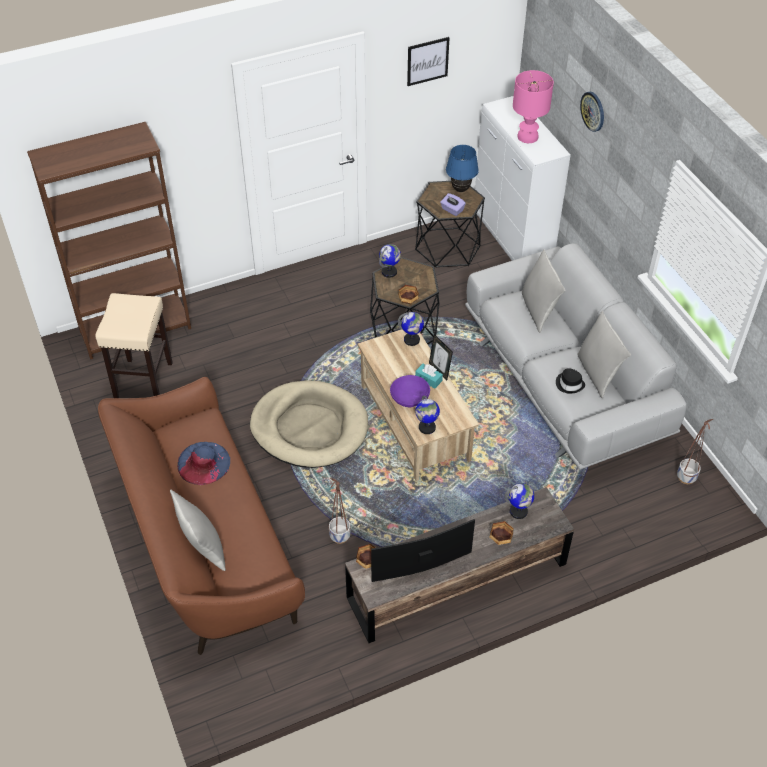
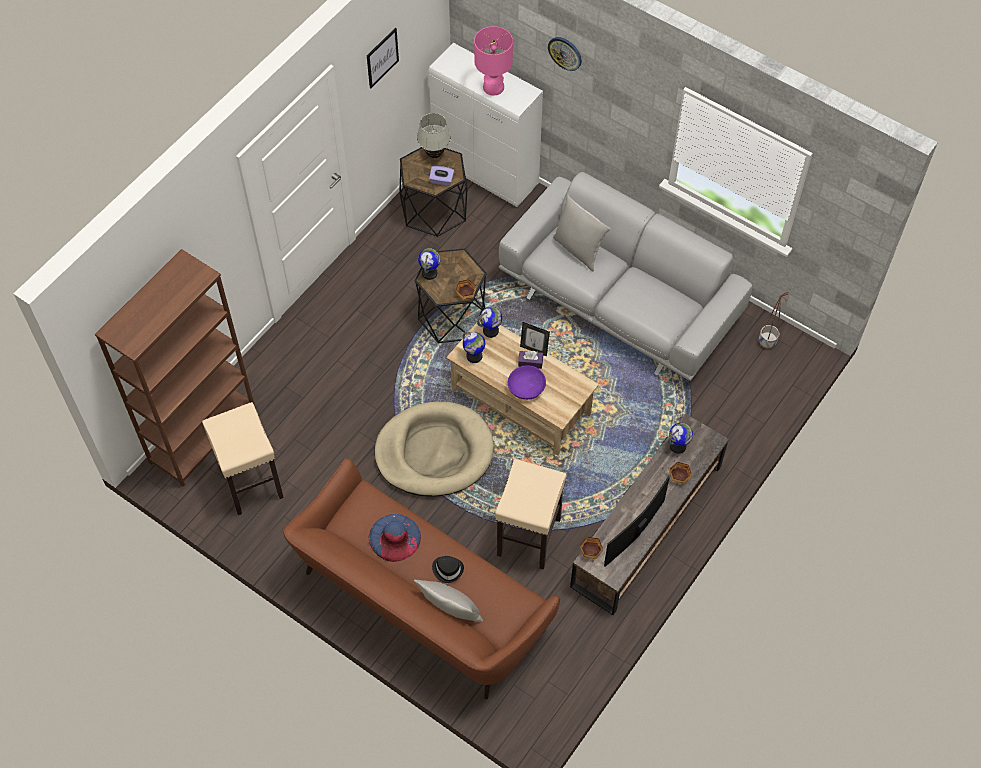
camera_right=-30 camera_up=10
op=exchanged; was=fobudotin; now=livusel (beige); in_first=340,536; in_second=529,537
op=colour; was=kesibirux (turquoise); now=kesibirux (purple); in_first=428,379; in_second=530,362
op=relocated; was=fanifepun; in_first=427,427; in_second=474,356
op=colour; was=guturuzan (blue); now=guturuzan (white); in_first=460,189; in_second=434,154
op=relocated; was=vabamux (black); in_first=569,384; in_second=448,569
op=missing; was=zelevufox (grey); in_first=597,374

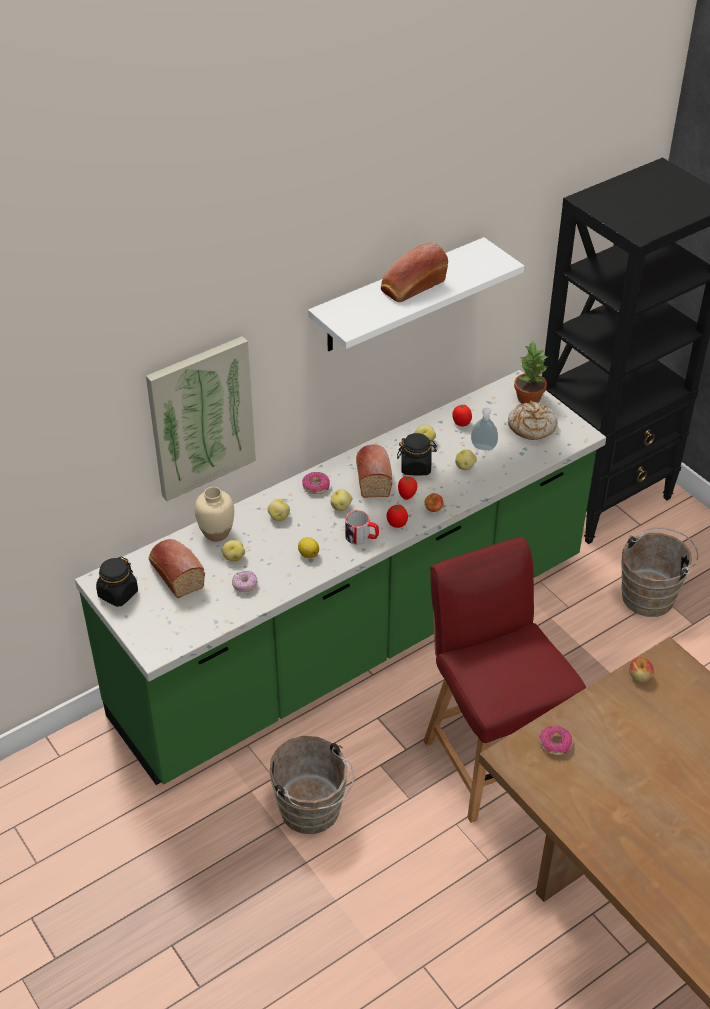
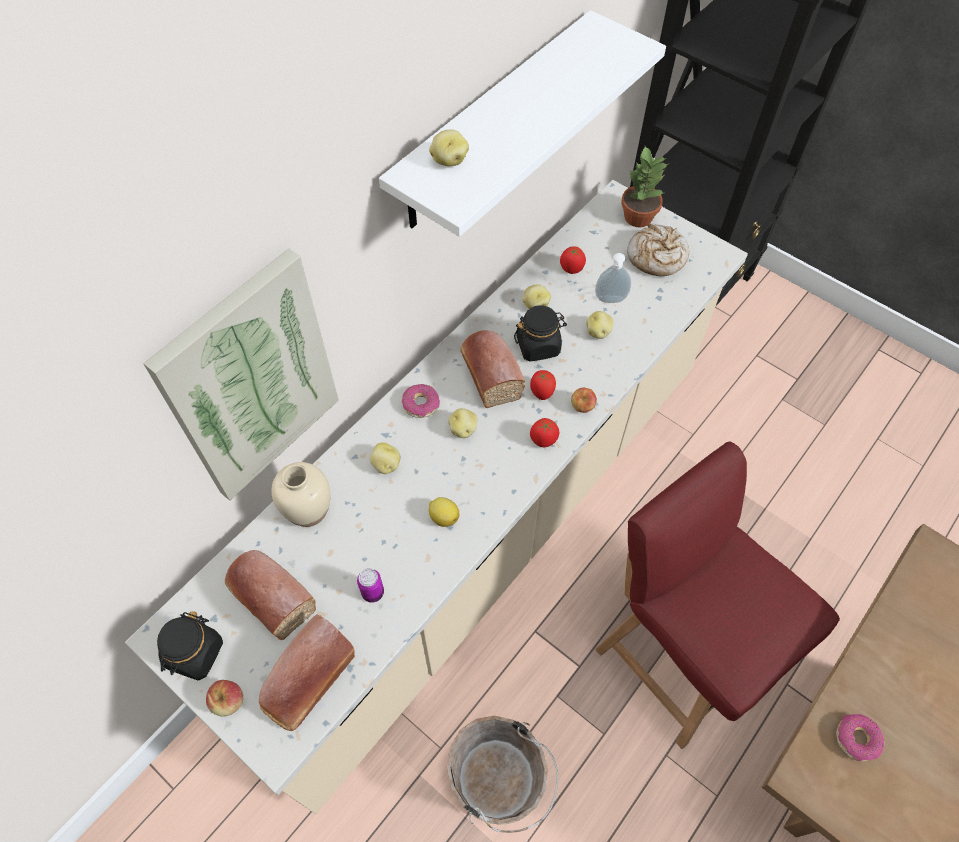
camera_right=-15 camera_up=15
op=colour; was=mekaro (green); now=mekaro (beige); in_first=354,640; in_second=479,532
op=relocated; was=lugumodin; in_first=233,557; in_second=449,160
op=exchanged; was=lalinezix; now=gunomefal; in_first=245,585; in_second=373,592
op=missing; was=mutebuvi; in_first=362,537
op=relocated; was=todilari; in_first=411,287; in_second=307,681
op=missing; was=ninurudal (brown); in_first=651,595
op=relocated; was=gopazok; in_first=639,676; in_second=228,701

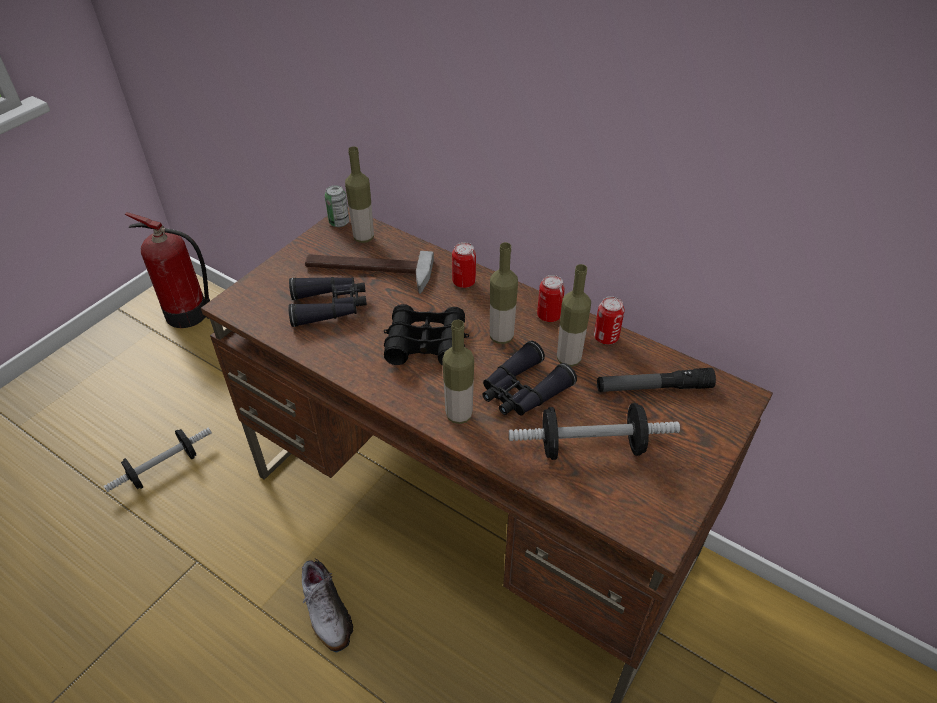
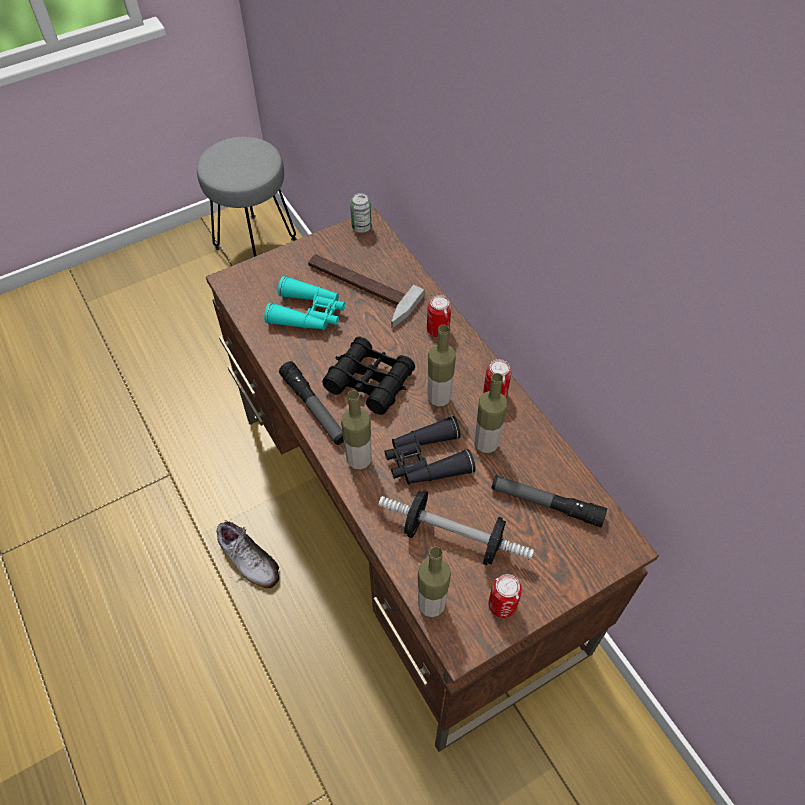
camera_right=25 camera_up=10
op=missing; was=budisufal; in_first=164,468
op=exchanged; was=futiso; now=livusel (grey); in_first=189,314; in_second=256,243
op=colour; was=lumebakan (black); now=lumebakan (turquoise); in_first=329,307; in_second=308,313
op=spun; was=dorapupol; in_first=326,610; in_second=248,559; clockwise=-45
op=relocated; was=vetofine; in_first=364,237; in_second=431,605
op=relocated; was=gunomefal; in_first=606,337; in_second=502,605
op=appeared; now=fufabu; in_second=314,408

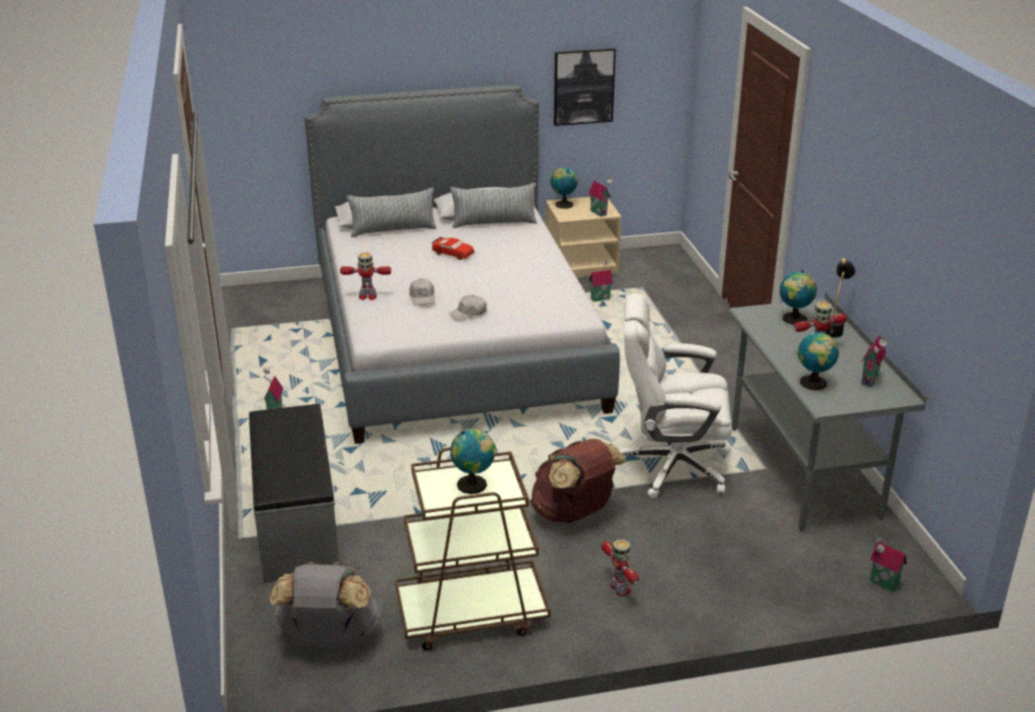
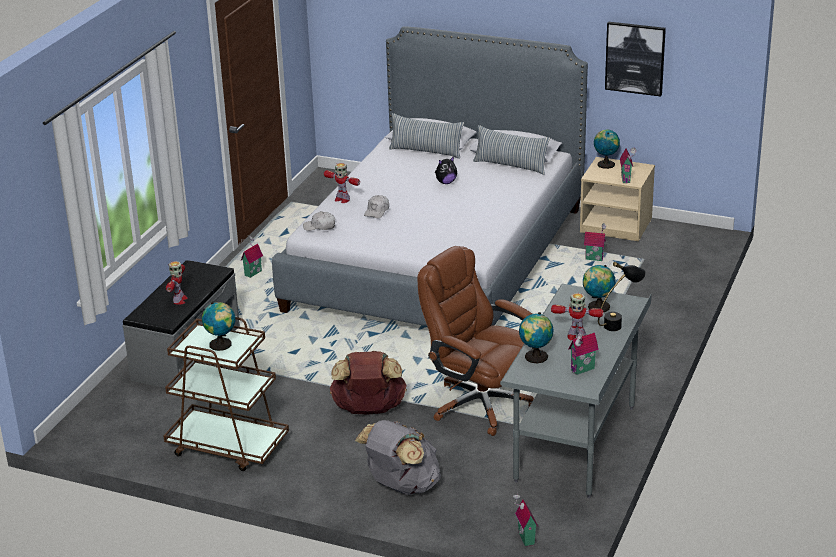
camera_right=35 camera_up=0
op=relocated; was=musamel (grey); in_first=329,640; in_second=401,486
op=exchanged; was=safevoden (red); now=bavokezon; in_first=453,253; in_second=446,182
op=relocated; was=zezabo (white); in_first=468,313; in_second=320,226
op=relocated; was=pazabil; in_first=620,589; in_second=179,300
op=colour; was=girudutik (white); now=girudutik (brown); in_first=671,466; in_second=480,404

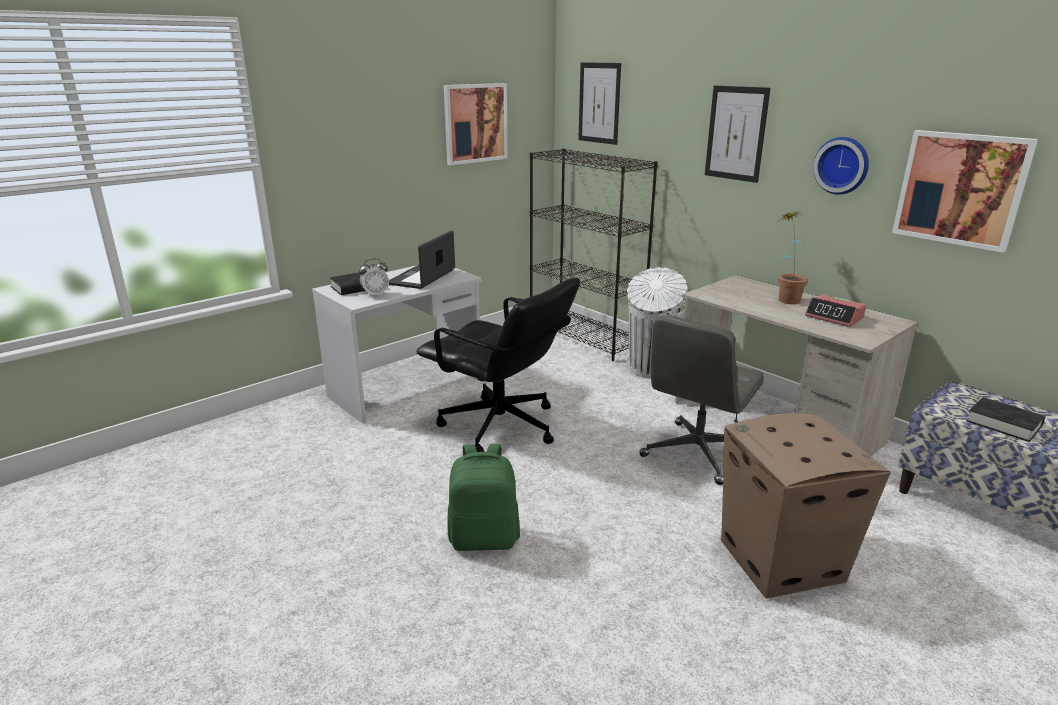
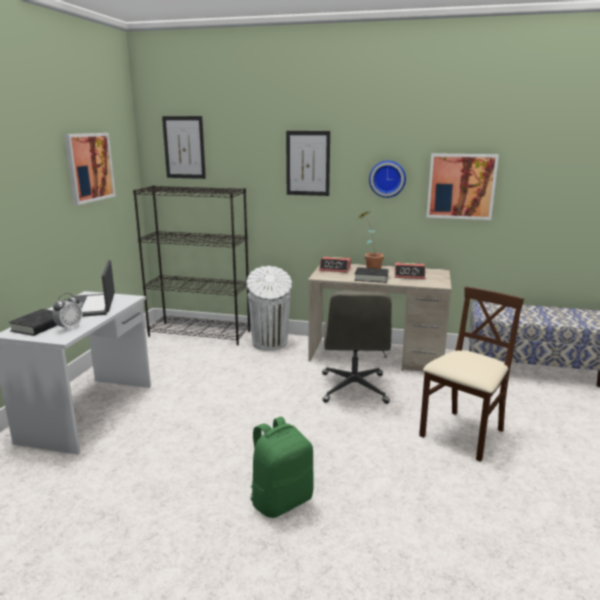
camera_right=-35 camera_up=-5
op=missing; was=girudutik (black); in_first=500,427
op=exchanged; was=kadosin; now=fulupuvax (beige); in_first=782,561; in_second=463,434
op=relocated; was=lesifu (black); in_first=1003,424; in_second=371,278
op=appeared; now=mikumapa; in_second=335,269

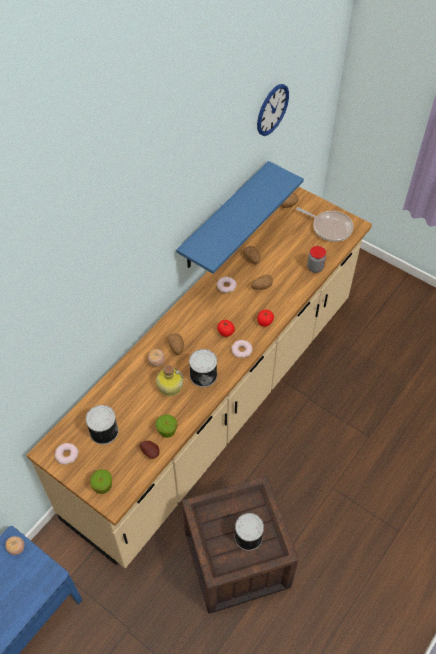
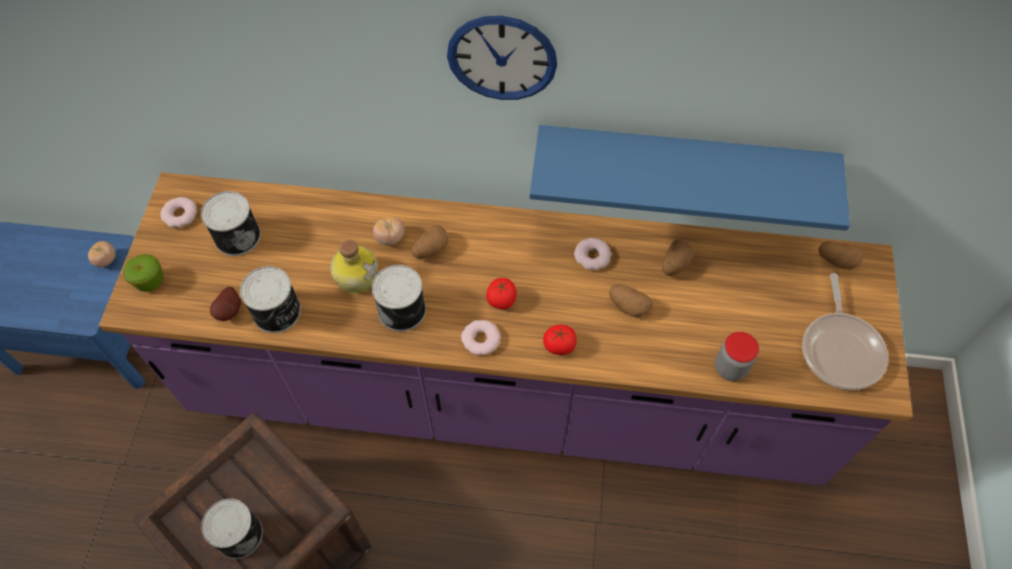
camera_right=60 camera_up=5
op=colour; was=mekaro (beige); now=mekaro (purple); in_first=218,404; in_second=506,396
op=exchanged; was=gopazok; now=gunomefal; in_first=167,430; in_second=277,312
op=relocated; was=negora; in_first=272,109; in_second=502,58

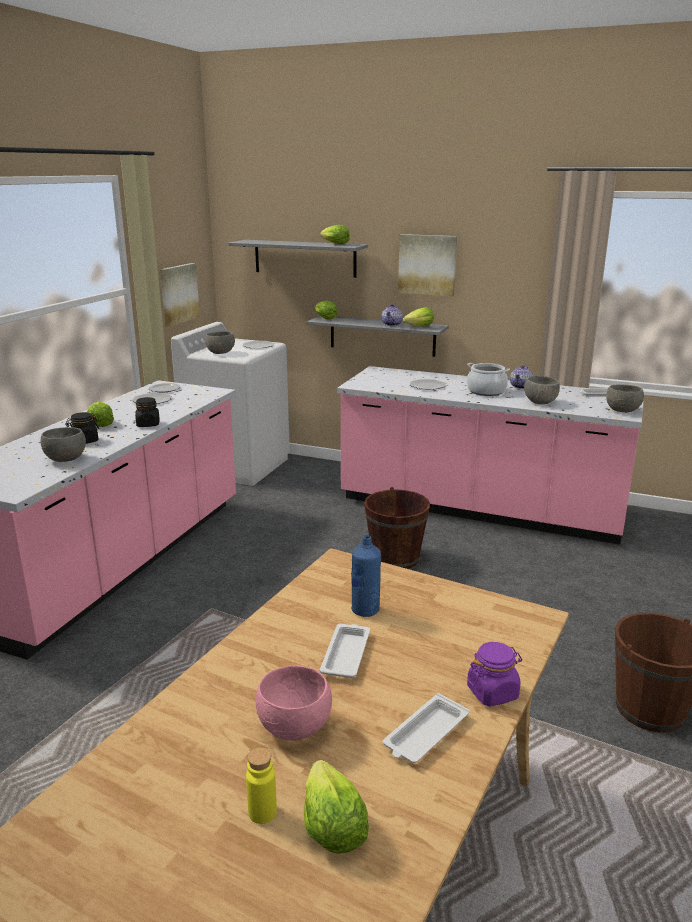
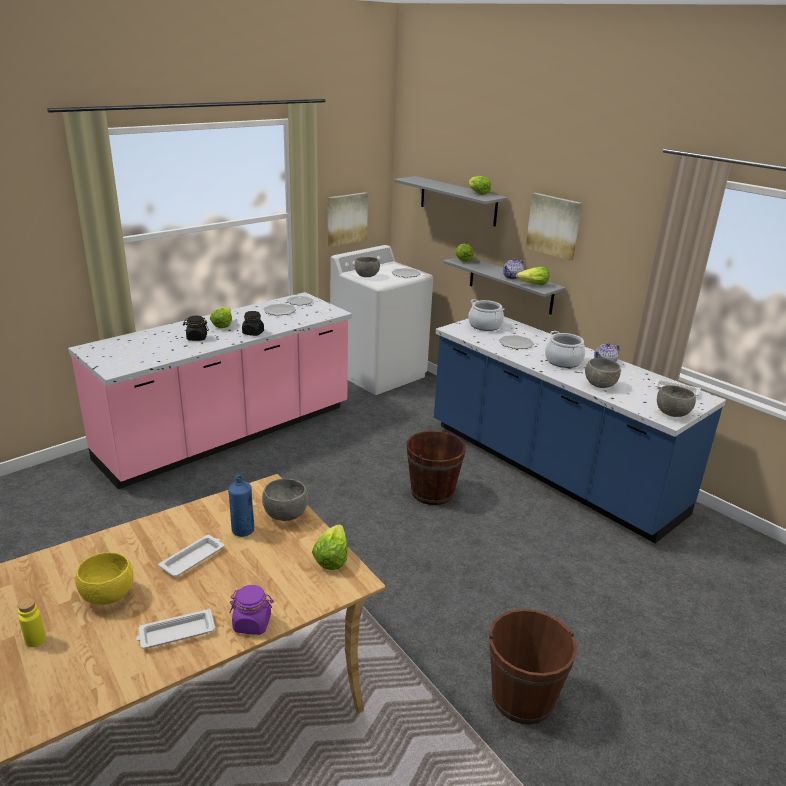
camera_right=25 camera_up=5
op=relocated; was=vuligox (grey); in_first=66,459; in_second=286,515
op=colour; was=vuligox (pink); now=vuligox (yellow); in_first=296,727; in_second=109,596
op=relocated; was=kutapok; in_first=331,826; in_second=331,558
op=colour; was=mekaro (pink); now=mekaro (blue); in_first=479,509; in_second=550,469
op=appeared; now=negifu; in_second=485,326

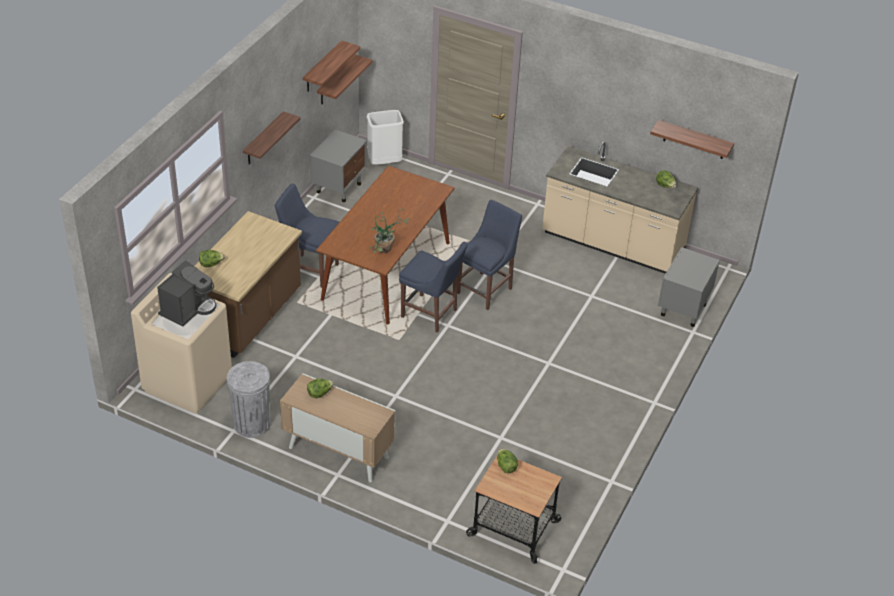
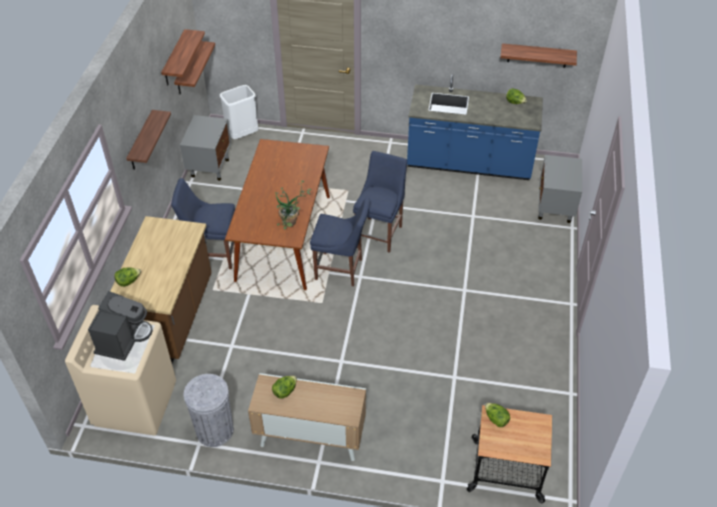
camera_right=-15 camera_up=5
op=colour; was=mekaro (beige); now=mekaro (blue); in_first=612,244; in_second=469,164

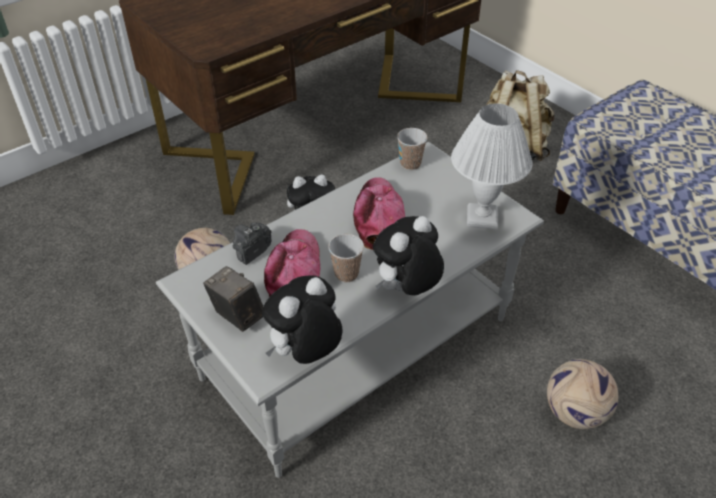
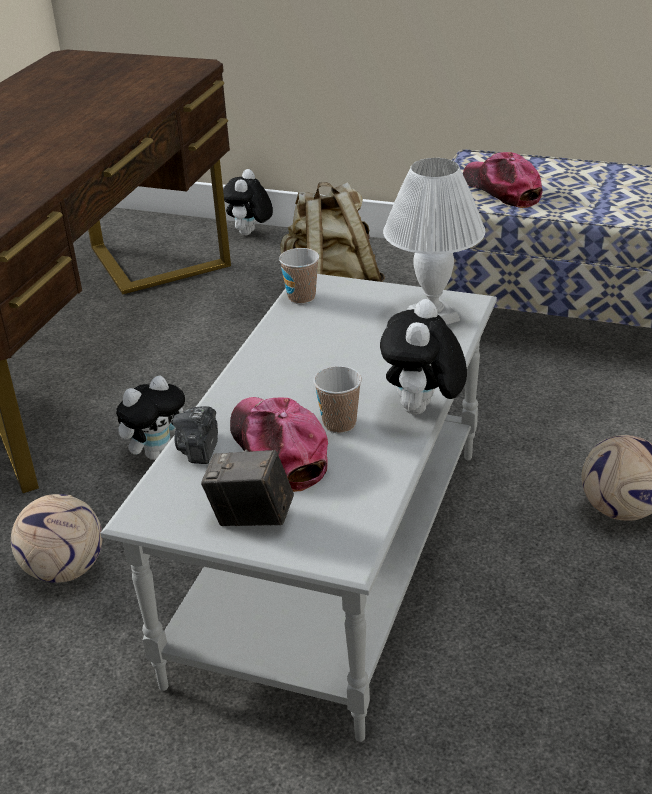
camera_right=-30 camera_up=-10
op=relocated; was=bavokezon; in_first=306,353; in_second=250,234
op=relocated; was=zezabo; in_first=378,217; in_second=502,189

